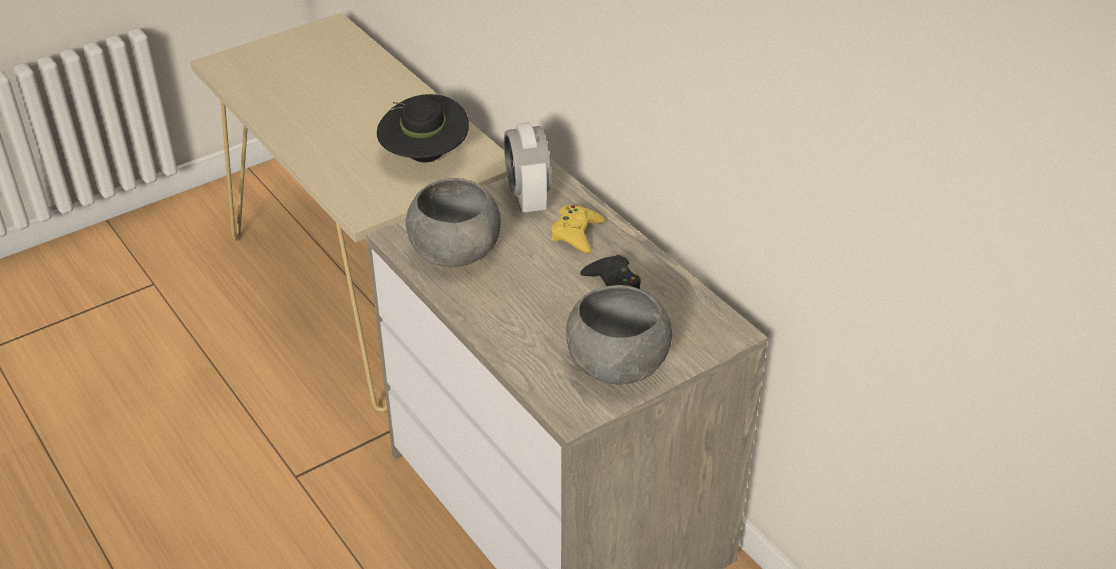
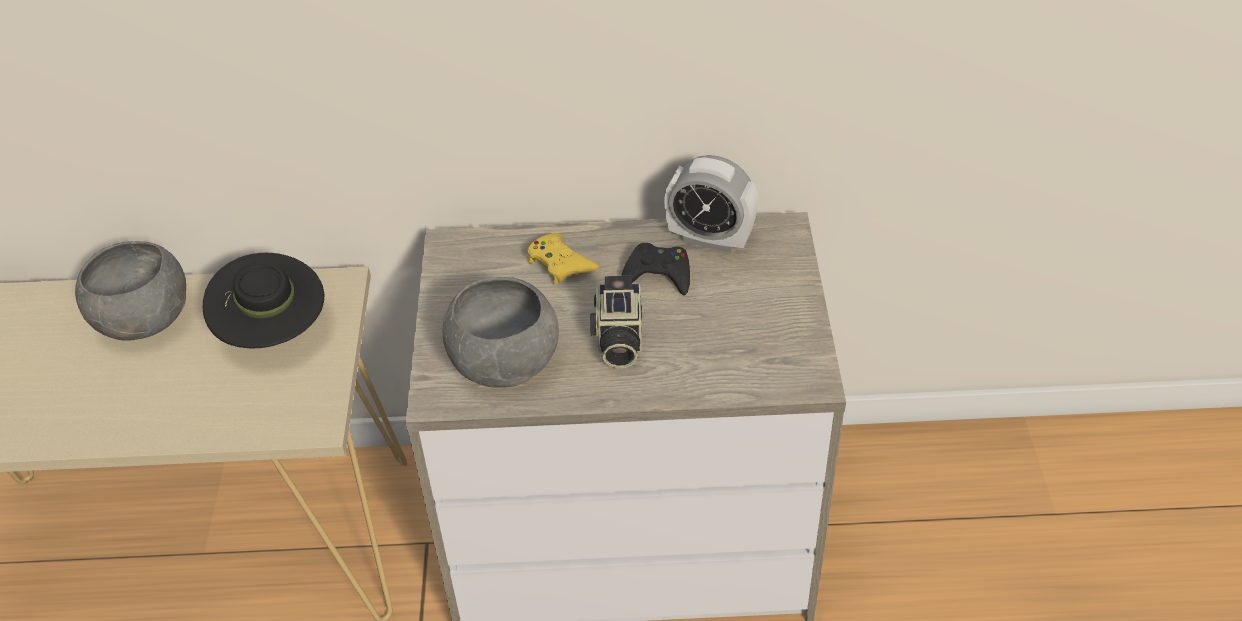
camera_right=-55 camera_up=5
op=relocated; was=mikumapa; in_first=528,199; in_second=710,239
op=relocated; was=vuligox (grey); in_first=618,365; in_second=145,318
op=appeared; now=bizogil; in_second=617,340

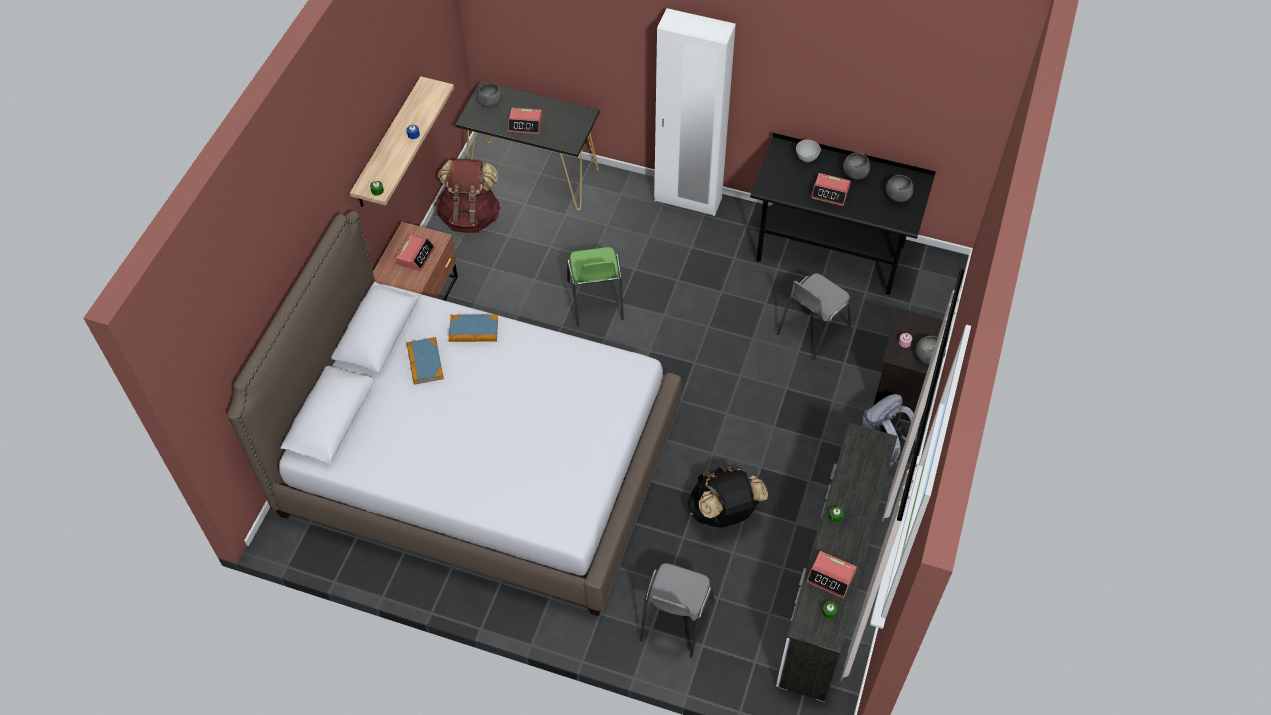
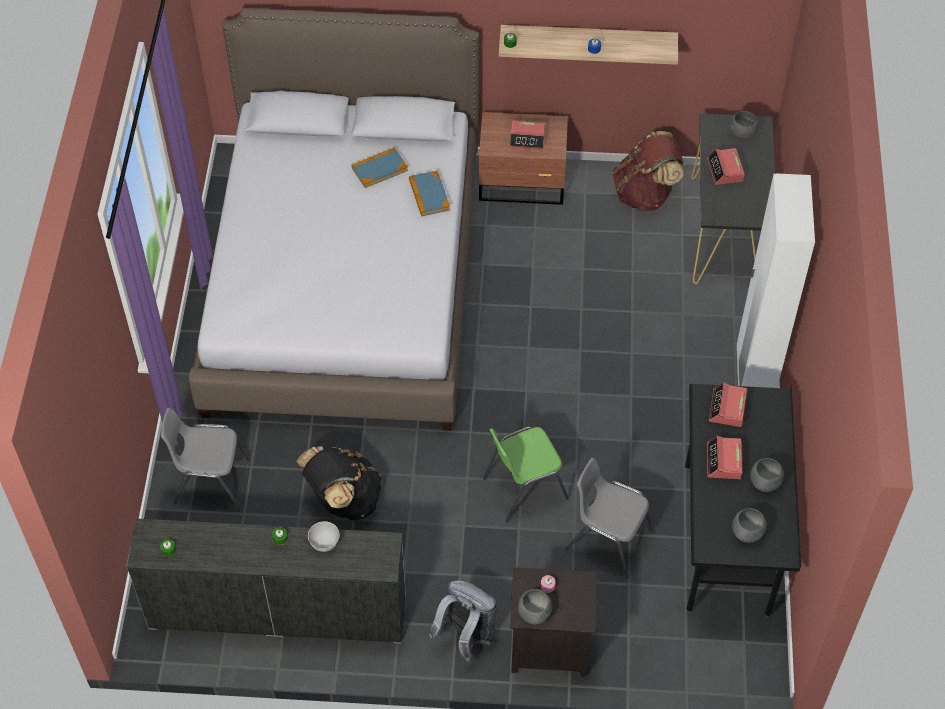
camera_right=75 camera_up=0
op=relocated; was=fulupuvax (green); in_first=595,301; in_second=524,488
op=relocated; was=vuligox (grey); in_first=806,158; in_second=324,543
op=relocated; was=mikumapa; in_first=831,577; in_second=727,408

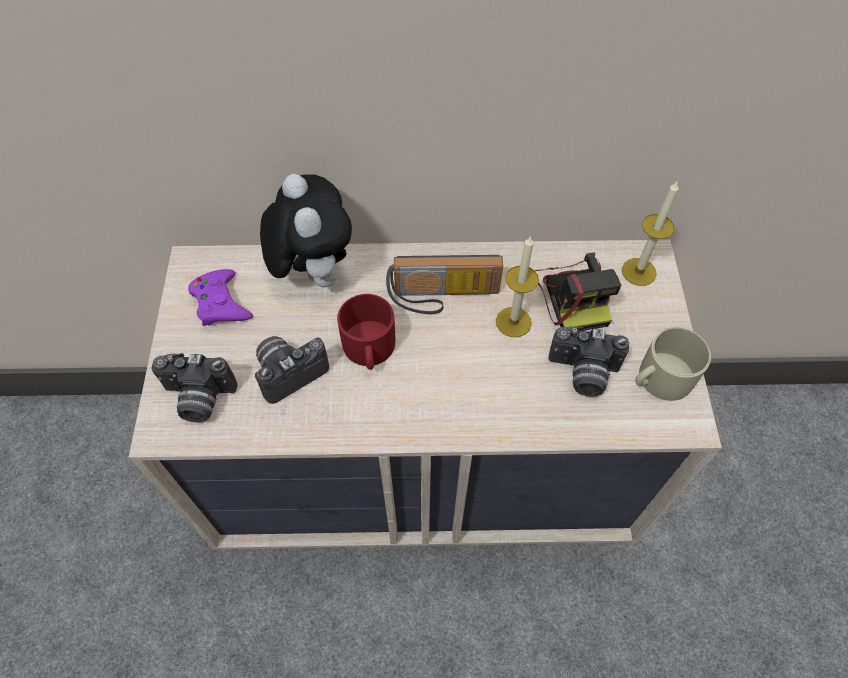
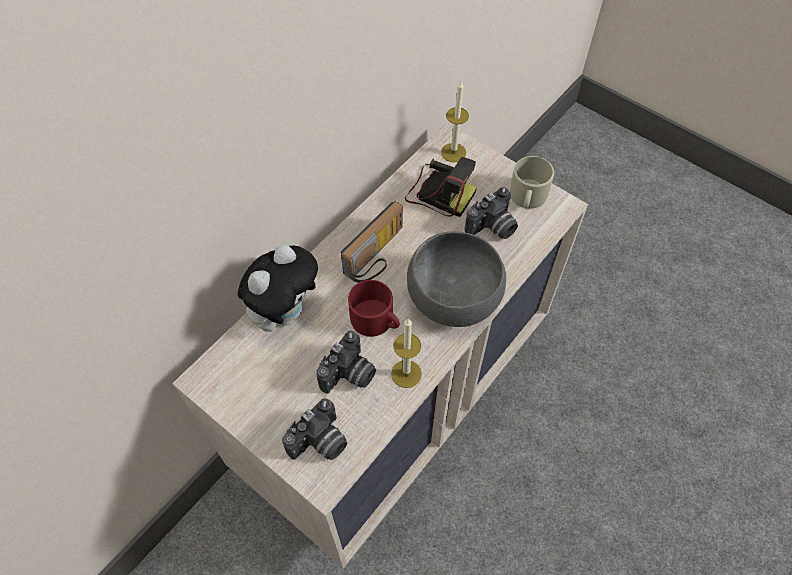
camera_right=-50 camera_up=0
op=missing; was=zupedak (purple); in_first=221,303
op=spun; was=bizogil; in_first=289,371; in_second=349,376; clockwise=-150
op=spun; was=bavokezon; in_first=312,271; in_second=285,312; clockwise=105
op=relocated; was=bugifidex; in_first=513,322; in_second=406,373
op=appeared; now=vuligox (grey); in_second=453,298

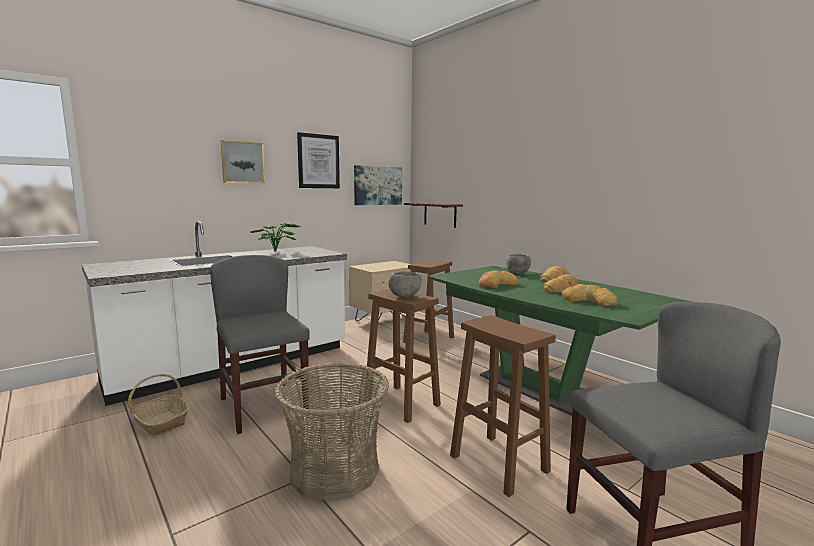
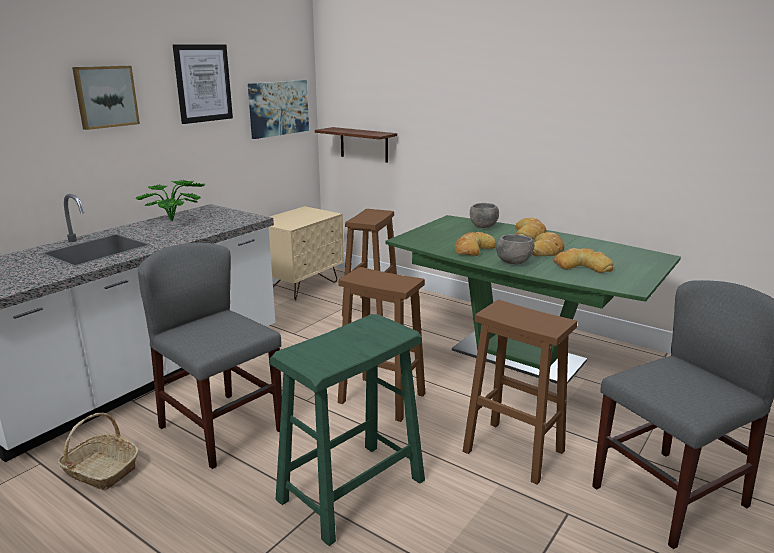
camera_right=-15 camera_up=10
op=exchanged; was=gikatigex; now=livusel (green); in_first=334,470; in_second=351,490
op=relocated; was=vuligox (grey); in_first=404,296; in_second=513,262

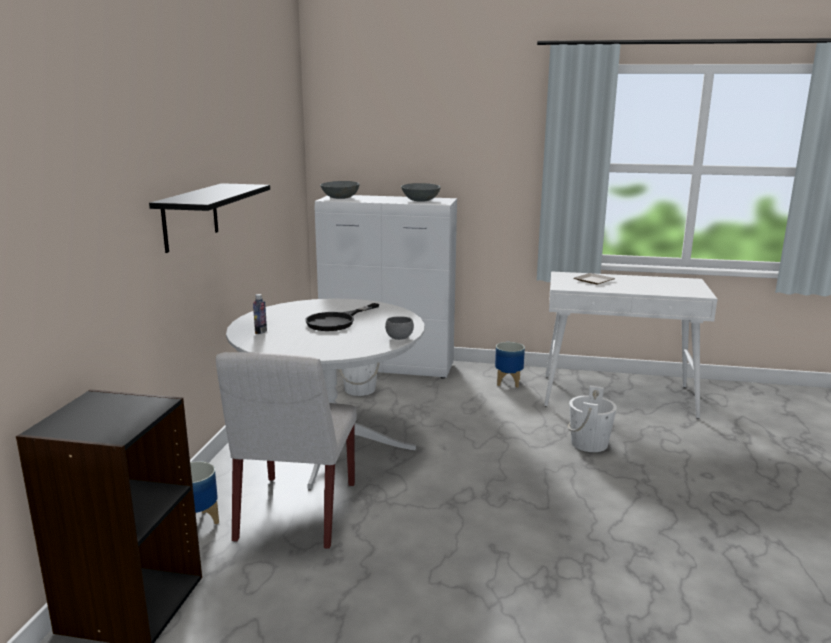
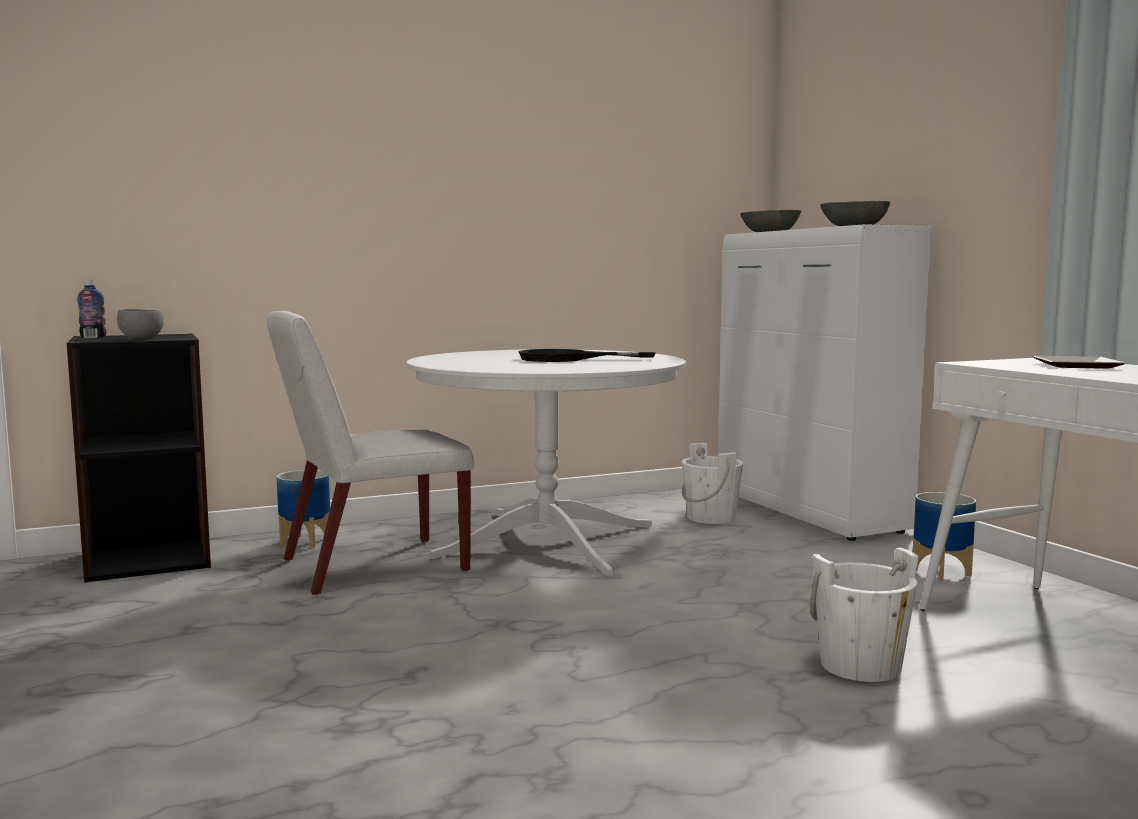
camera_right=55 camera_up=-10
op=missing; was=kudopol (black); in_first=190,217
op=relocated; was=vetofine; in_first=261,332; in_second=93,338
op=relocated; was=vuligox (grey); in_first=399,337; in_second=143,338

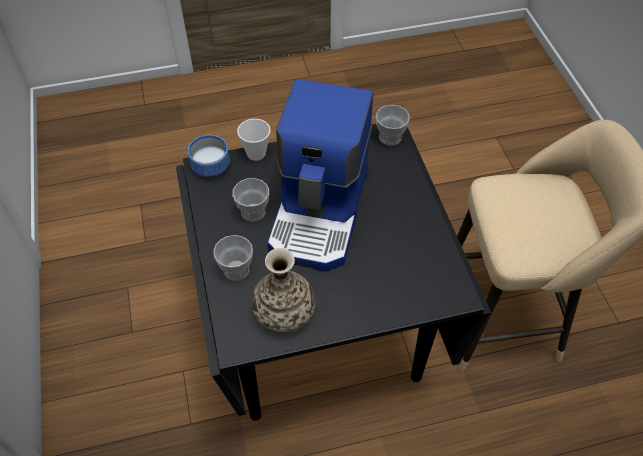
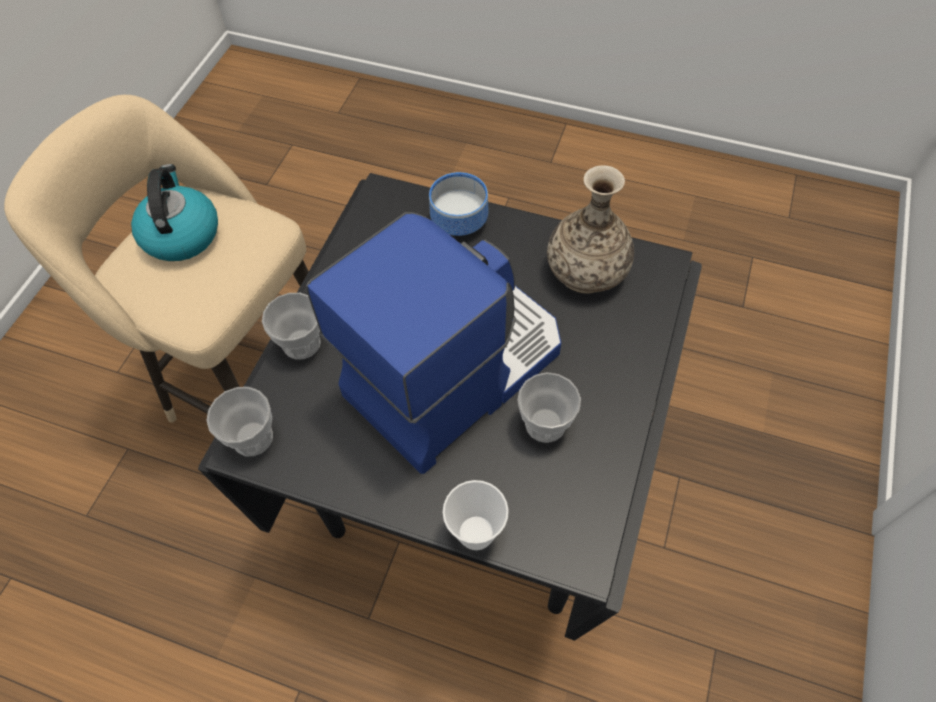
camera_right=-145 camera_up=5
op=relocated; was=vuligox; in_first=210,169; in_second=461,220
op=relocated; was=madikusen; in_first=236,270; in_second=301,343
op=appeared; now=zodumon; in_second=181,234

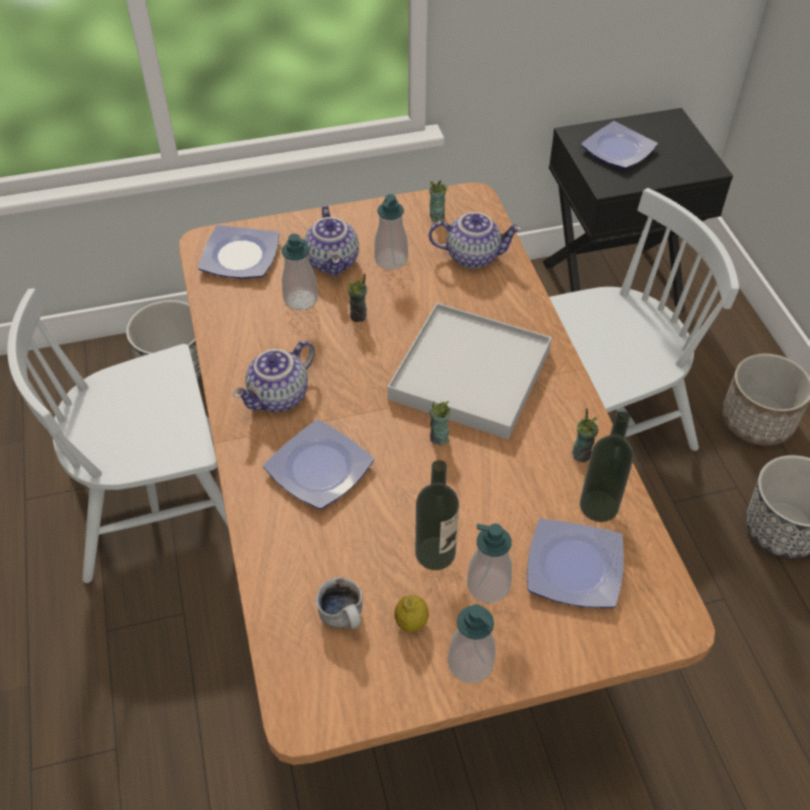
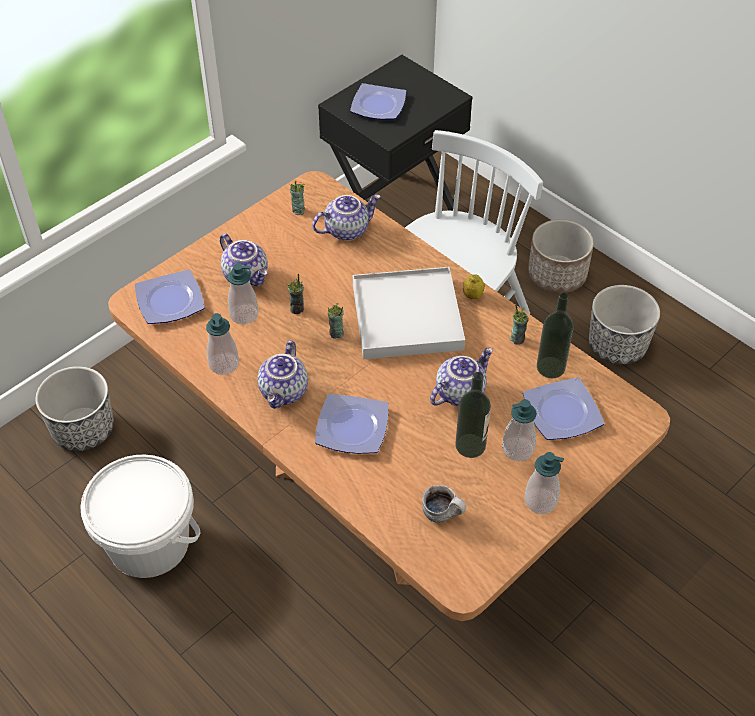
camera_right=-30 camera_up=0
op=exchanged; was=fulupuvax (white); now=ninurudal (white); in_first=156,504; in_second=149,542
op=relocated; was=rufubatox; in_first=391,260; in_second=224,364
op=relocated; was=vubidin; in_first=411,622; in_second=472,295
op=relocated; was=madikusen; in_first=439,438; in_second=336,333
op=appeared; now=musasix; in_second=459,392

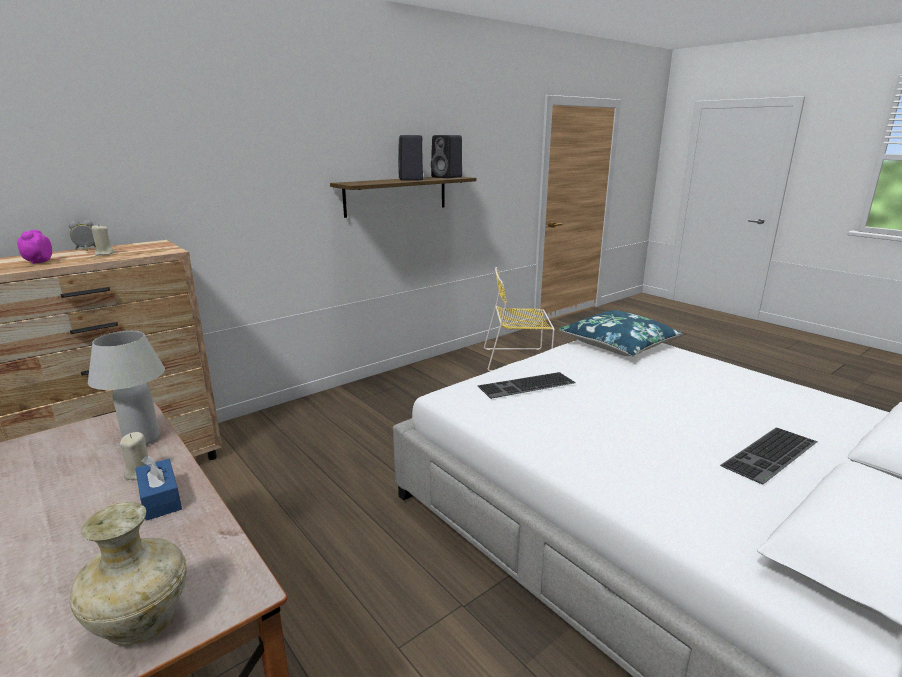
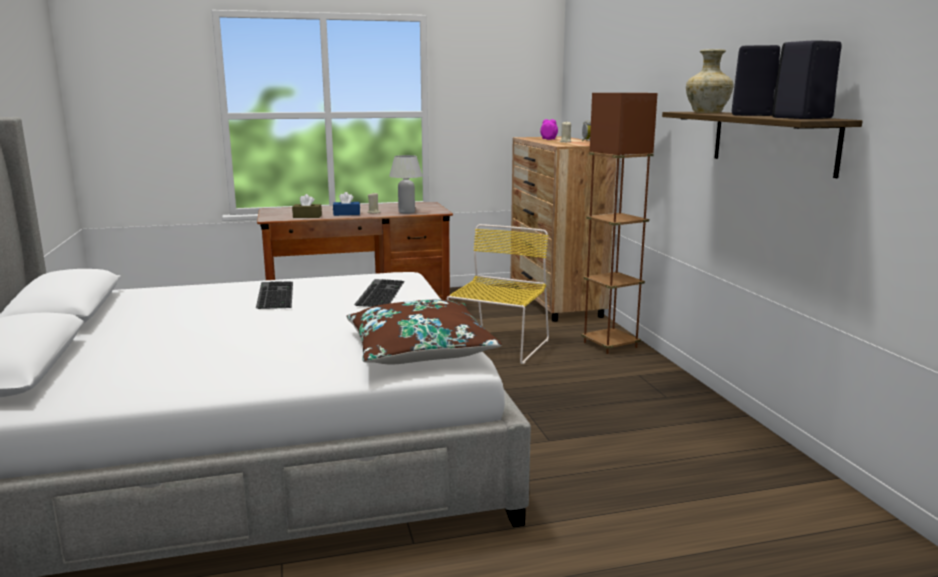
camera_right=115 camera_up=-5
op=relocated; was=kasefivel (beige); in_first=141,622; in_second=707,113
op=relocated; was=fulupuvax (yellow); in_first=518,360; in_second=498,347
op=colour; was=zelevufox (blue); now=zelevufox (brown); in_first=618,344; in_second=419,349
op=relocated; was=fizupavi; in_first=772,455; in_second=273,295
op=appeared; now=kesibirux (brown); in_second=307,216
op=appeared; now=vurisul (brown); in_second=610,345

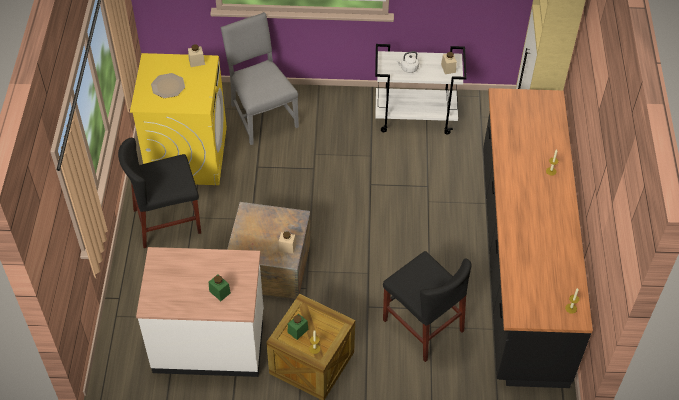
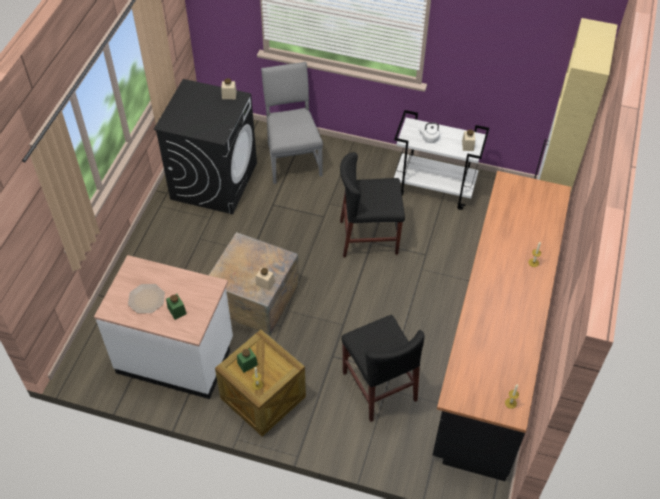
camera_right=15 camera_up=0
op=relocated; was=fulupuvax (black); in_first=167,221; in_second=368,237
op=colour; was=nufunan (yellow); now=nufunan (black); in_first=187,154; in_second=214,181
op=relocated; was=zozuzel; in_first=168,86; in_second=147,299

